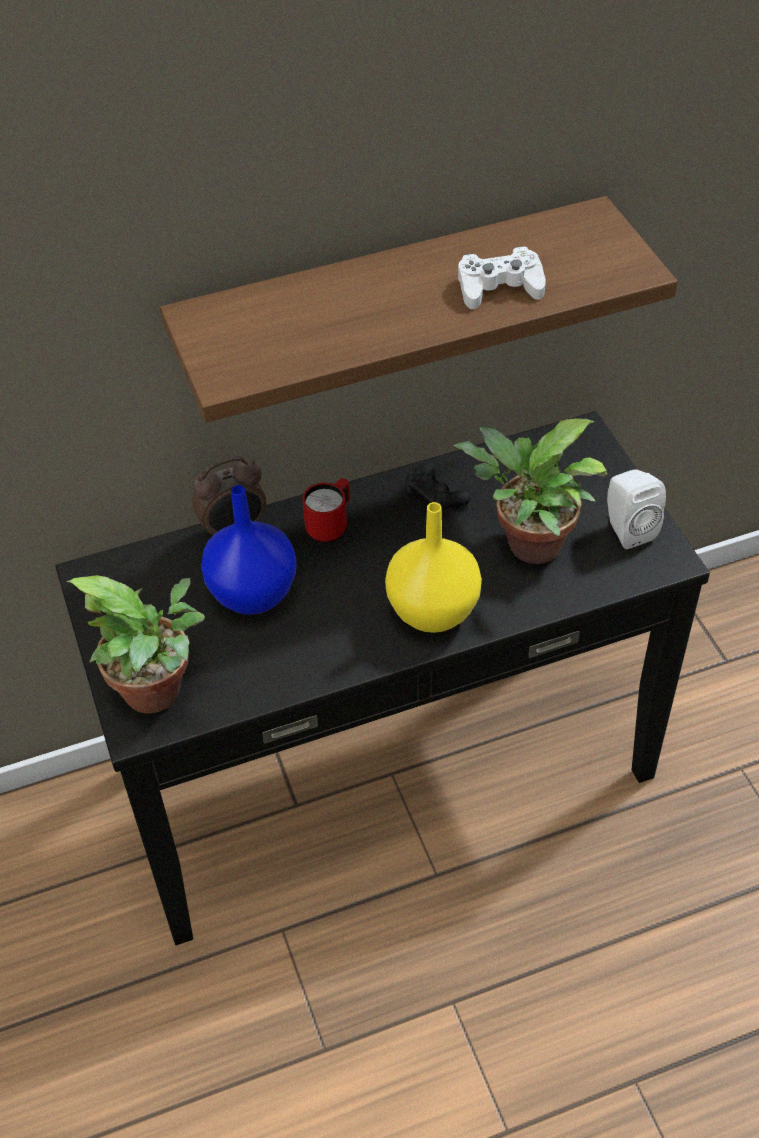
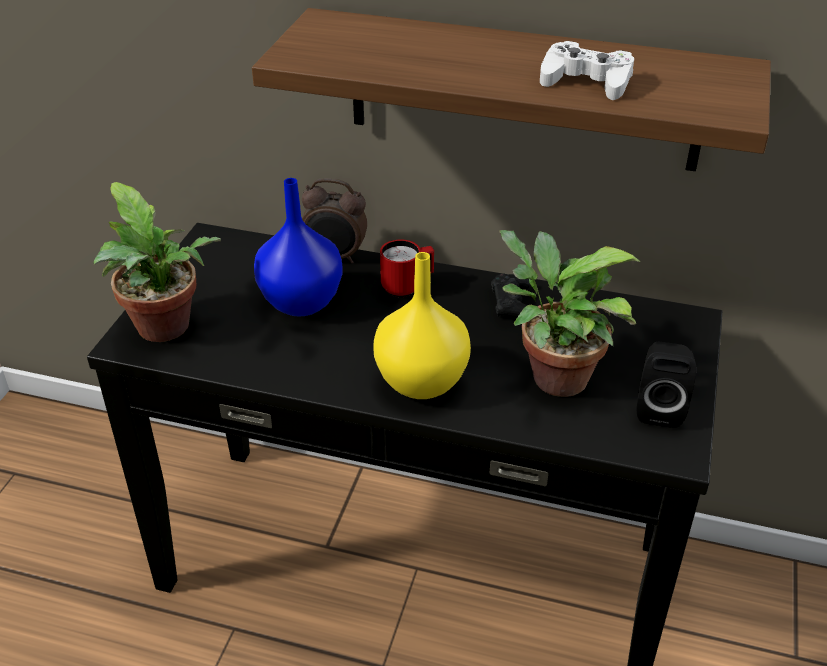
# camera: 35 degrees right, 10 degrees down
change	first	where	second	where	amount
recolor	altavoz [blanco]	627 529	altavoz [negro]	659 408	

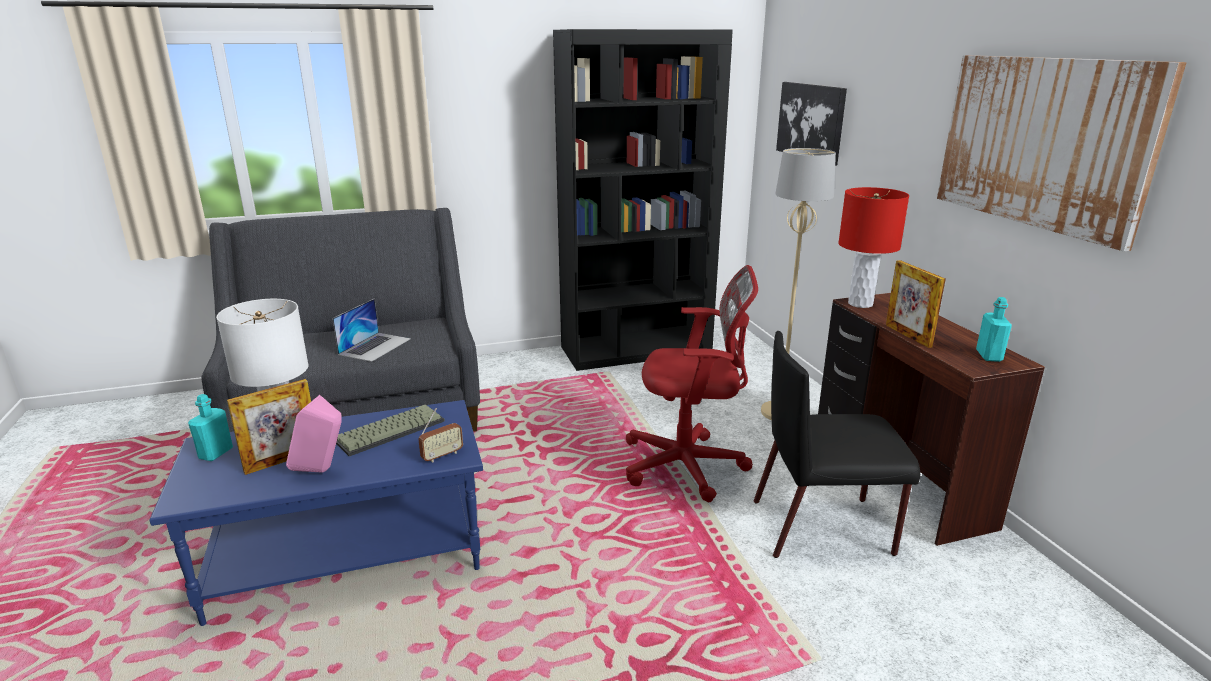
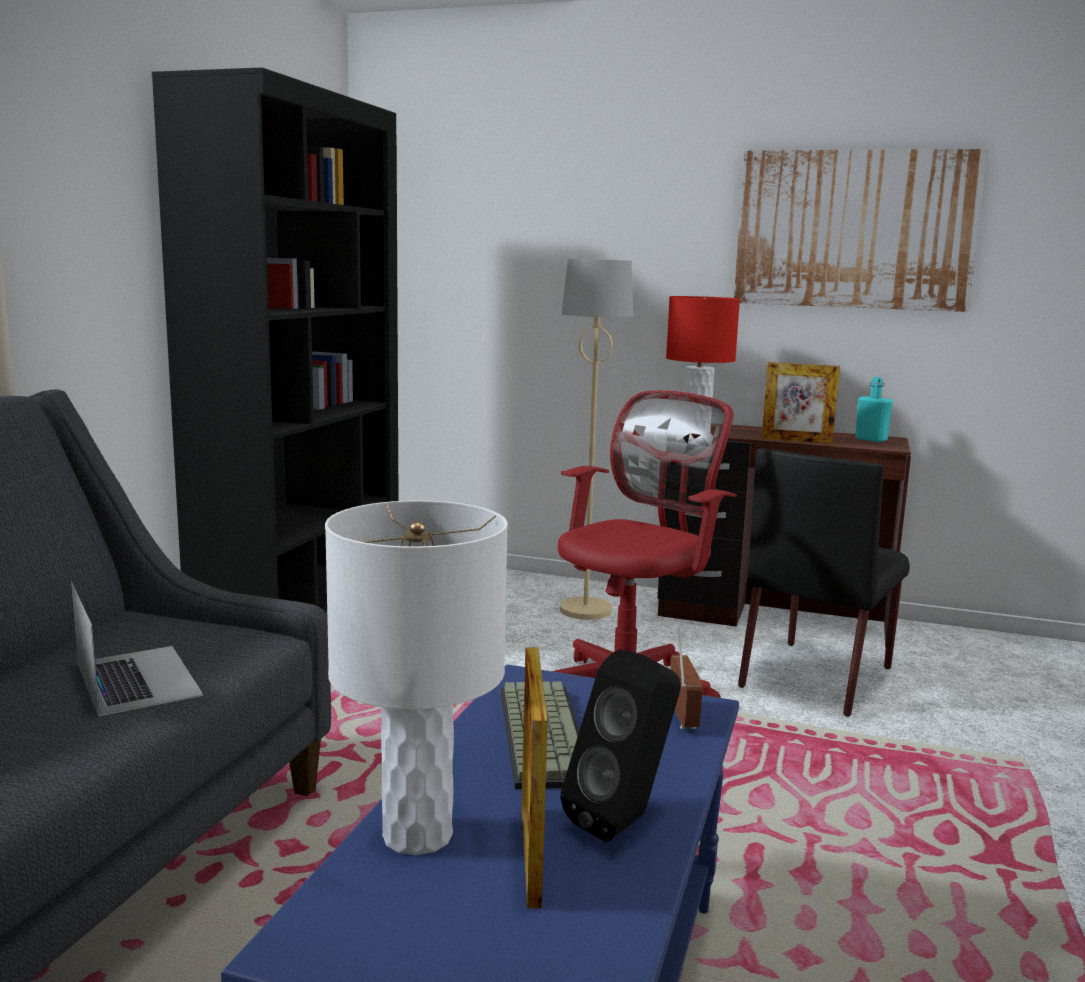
# camera: 55 degrees left, 10 degrees down
change	first	where	second	where	amount
delete	cuadro	811 121			
delete	botella [turquesa]	216 453			
recolor	altavoz [rosa]	322 471	altavoz [negro]	624 821	

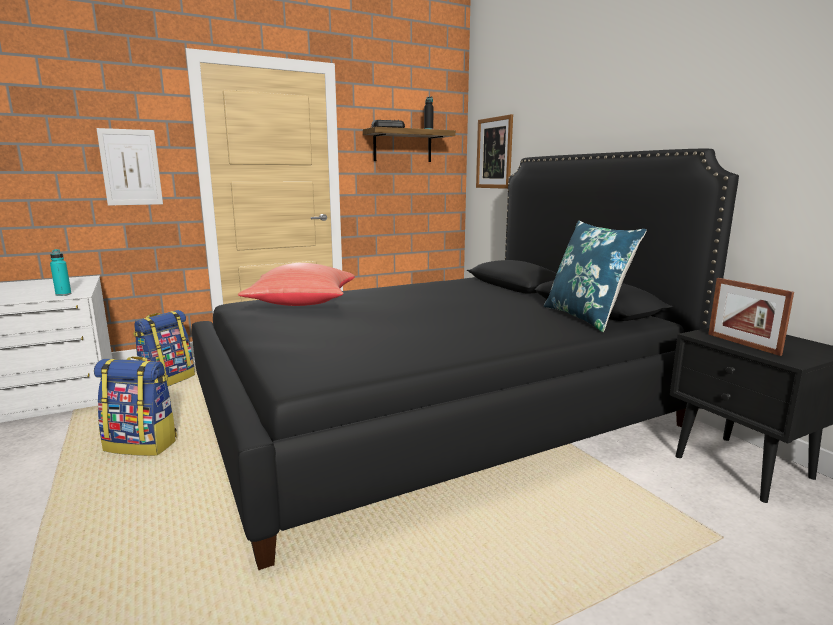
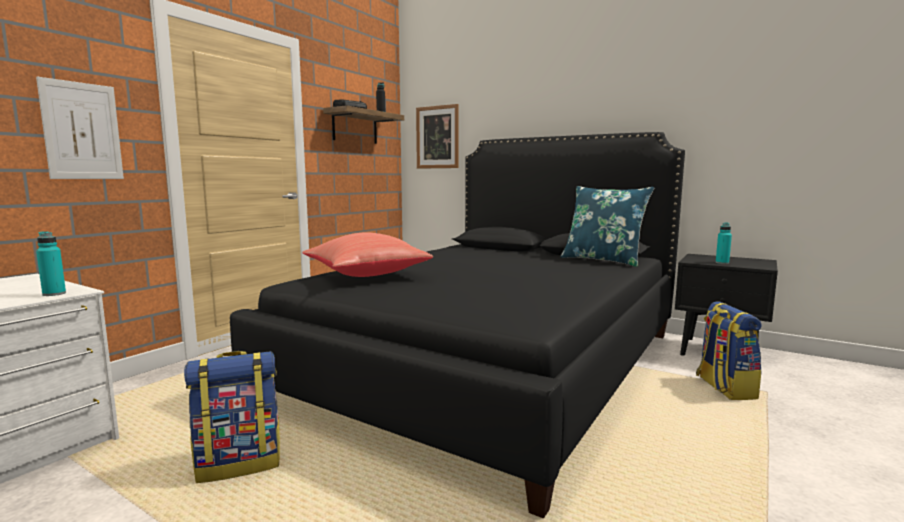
# camera: 30 degrees left, 5 degrees down
change	first	where	second	where	amount
replace	portarretratos	742 344	botella [turquesa]	722 263	
move	mochila	167 380		724 388	

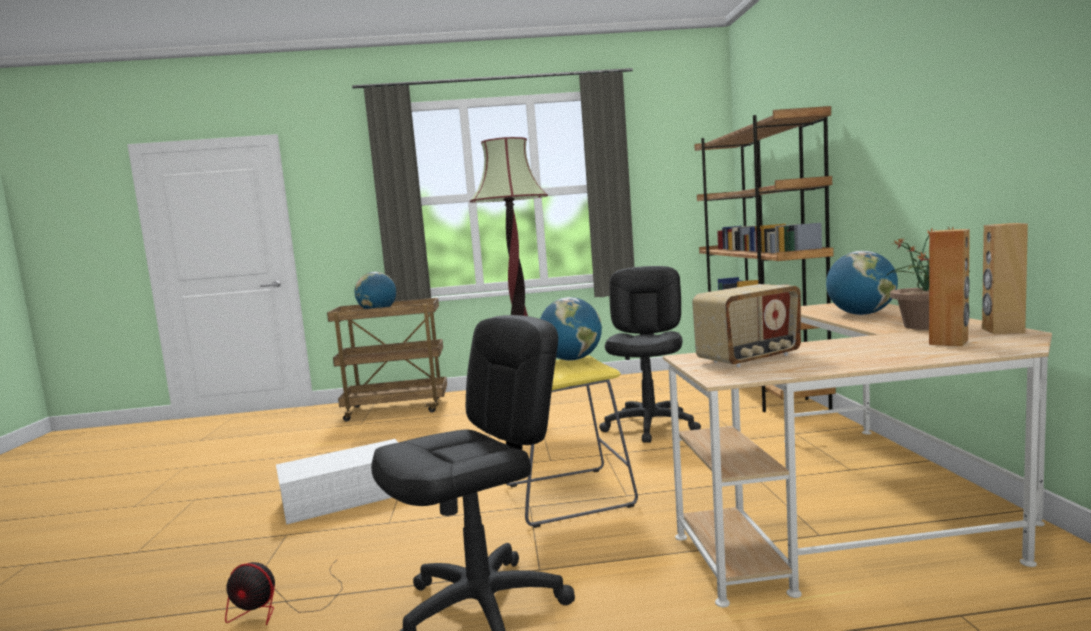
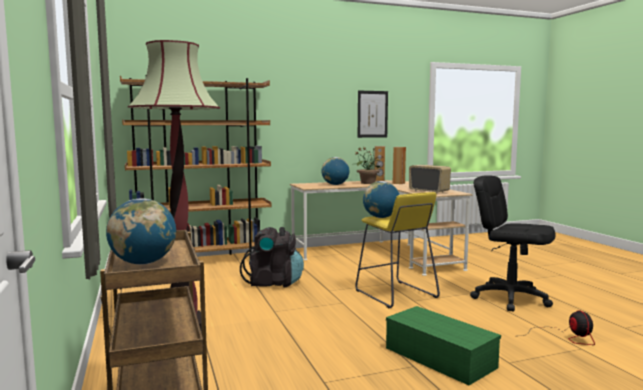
# camera: 105 degrees left, 0 degrees up
change	first	where	second	where	amount
replace	silla de oficina [negro]	650 426	mochila [negro]	273 283	
recolor	caja de almacenaje [blanco]	348 496	caja de almacenaje [verde]	437 357	
insert			cuadro	372 114	

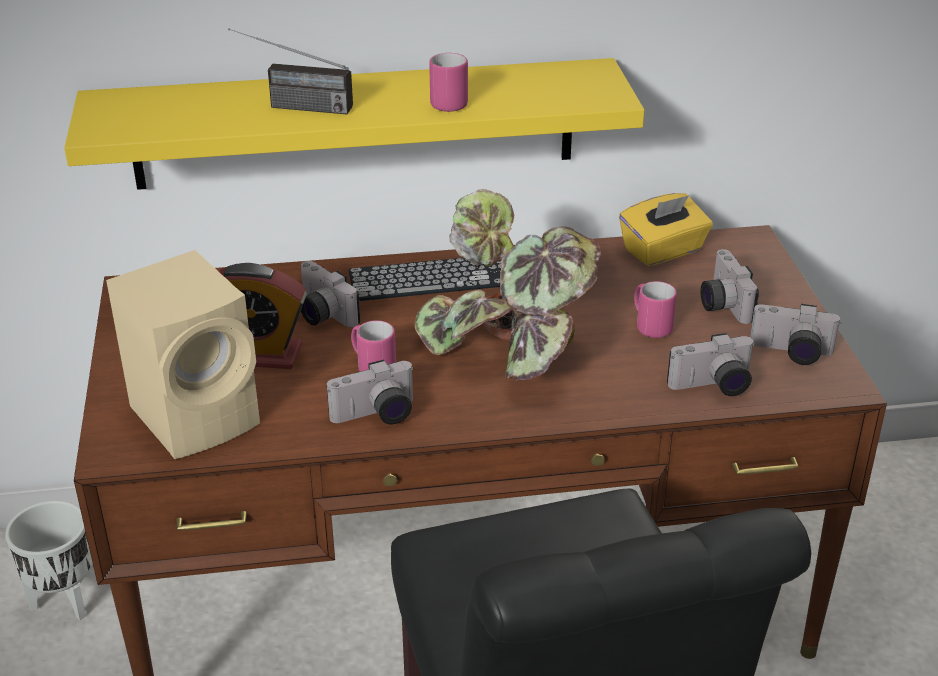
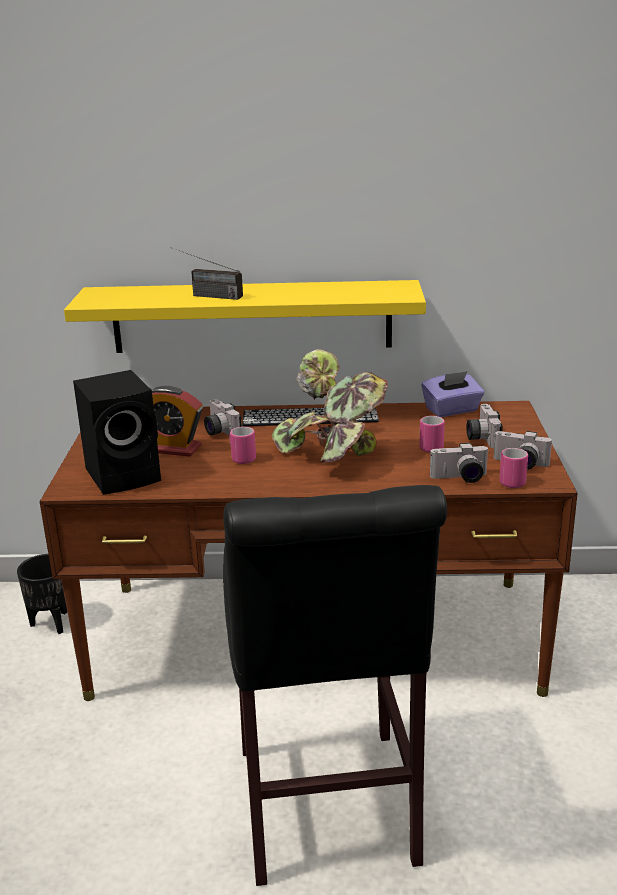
# camera: 10 degrees right, 10 degrees down
change	first	where	second	where	amount
move	taza grande [rosa]	446 102		510 481	
recolor	caja de pañuelos [amarillo]	663 251	caja de pañuelos [morado]	452 410	
recolor	altavoz [beis]	199 415	altavoz [negro]	126 475	
delete	cámara	376 416			
recolor	maceta [blanco]	65 602	maceta [negro]	52 623	

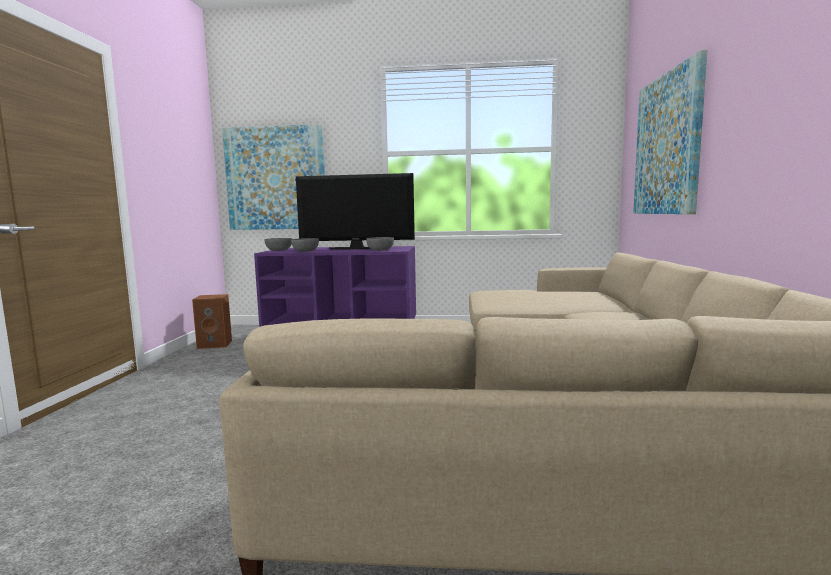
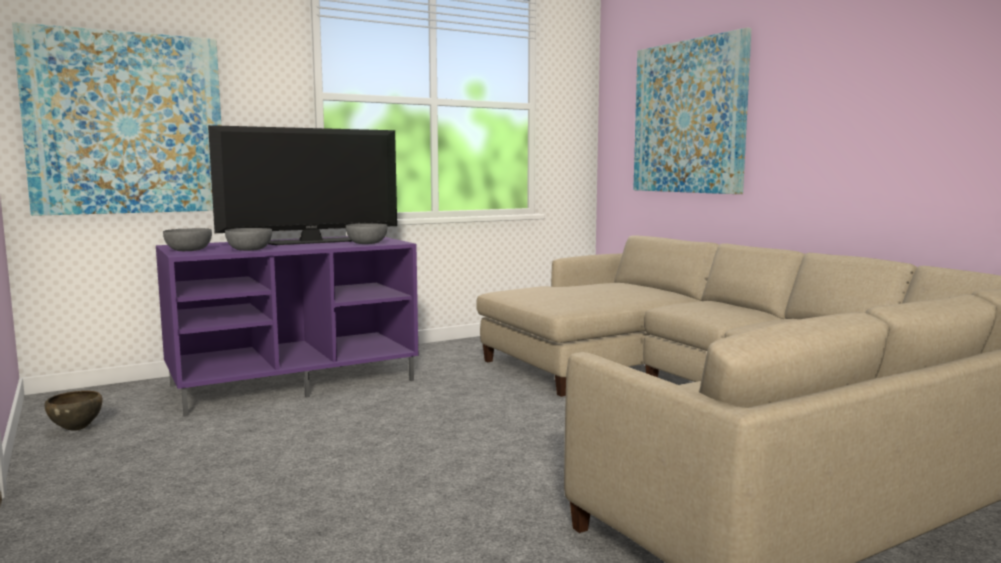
# camera: 35 degrees left, 0 degrees up
change	first	where	second	where	amount
replace	altavoz [marrón]	216 344	cuenco [marrón]	77 429	

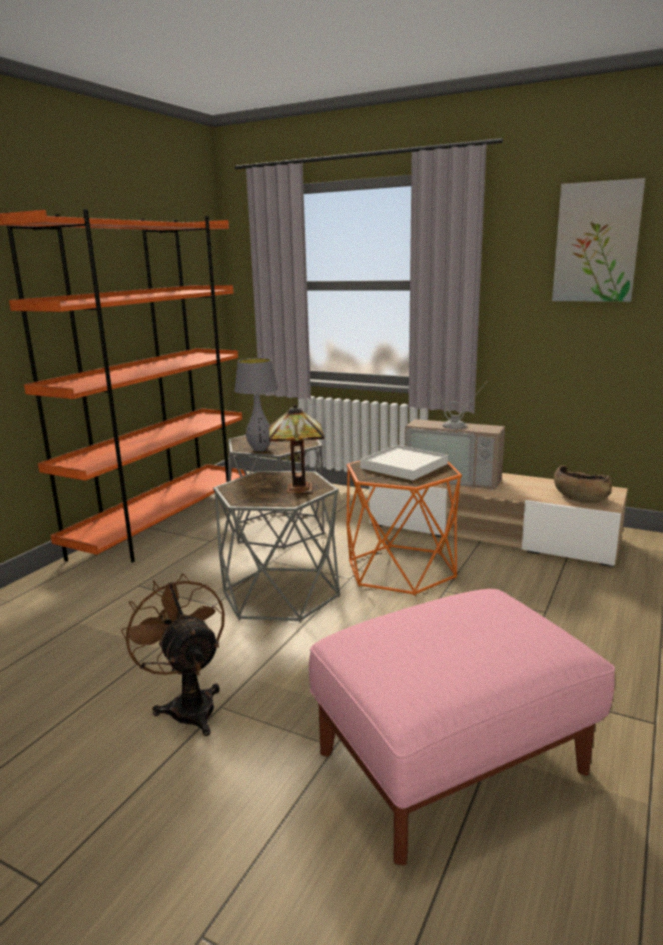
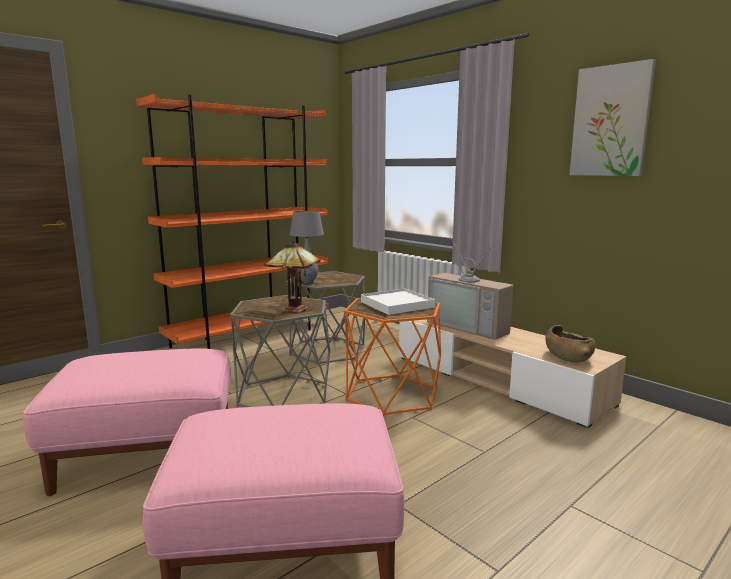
# camera: 20 degrees right, 5 degrees down
change	first	where	second	where	amount
replace	ventilador [marrón]	188 705	puf [rosa]	147 455	

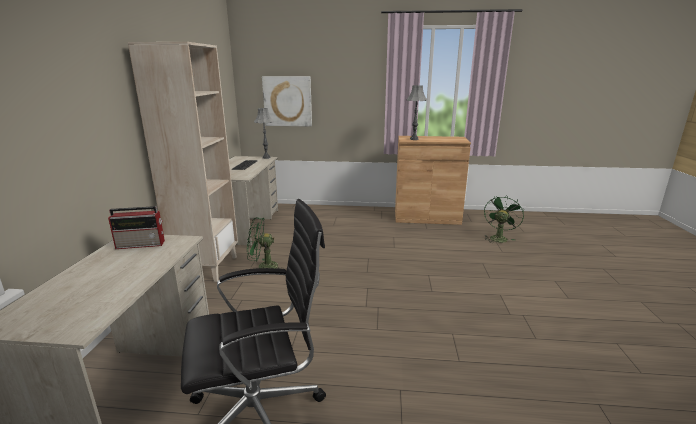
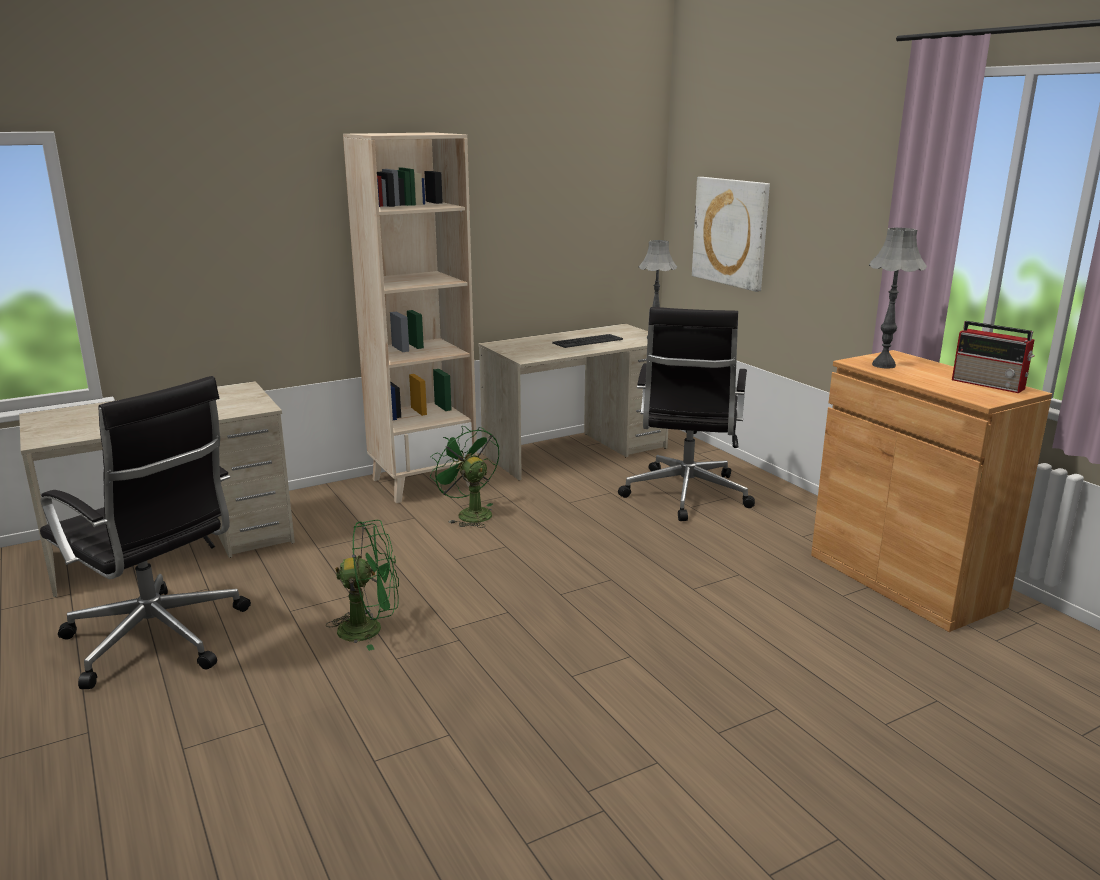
# camera: 55 degrees right, 0 degrees up
change	first	where	second	where	amount
move	ventilador [verde]	498 237		370 629	
move	radio	142 244		990 384	
insert			silla de oficina [negro]	685 496	

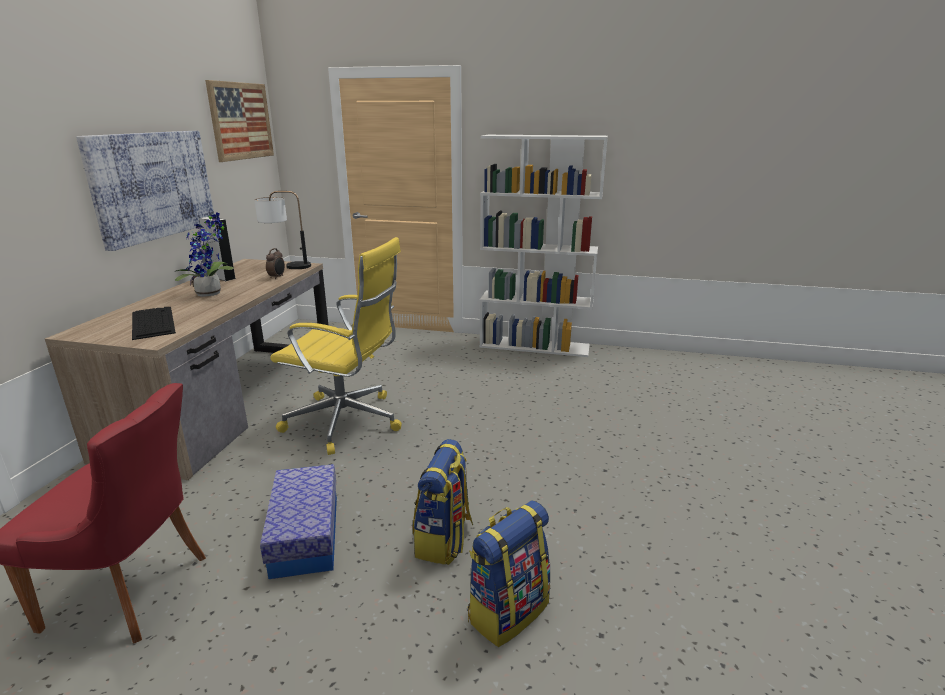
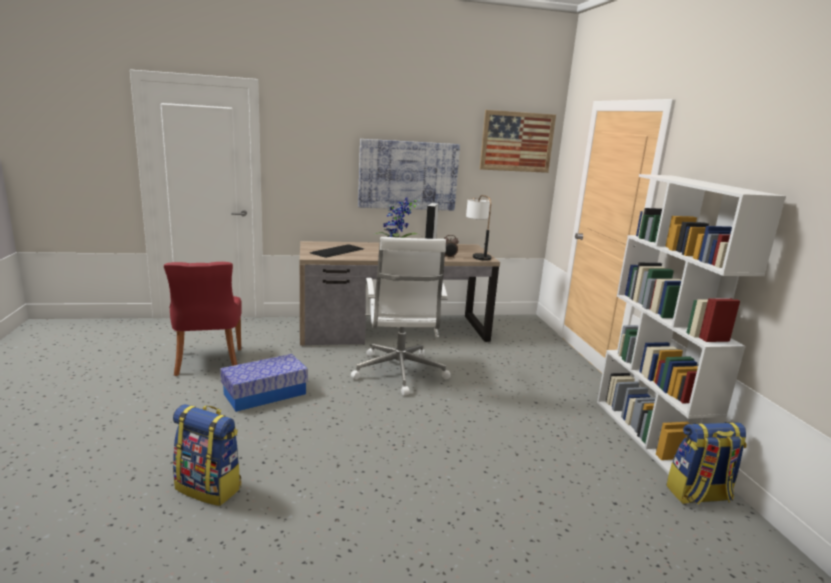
# camera: 65 degrees right, 5 degrees down
change	first	where	second	where	amount
recolor	silla de oficina [amarillo]	347 422	silla de oficina [blanco]	399 373	
move	mochila	444 540		698 495	

